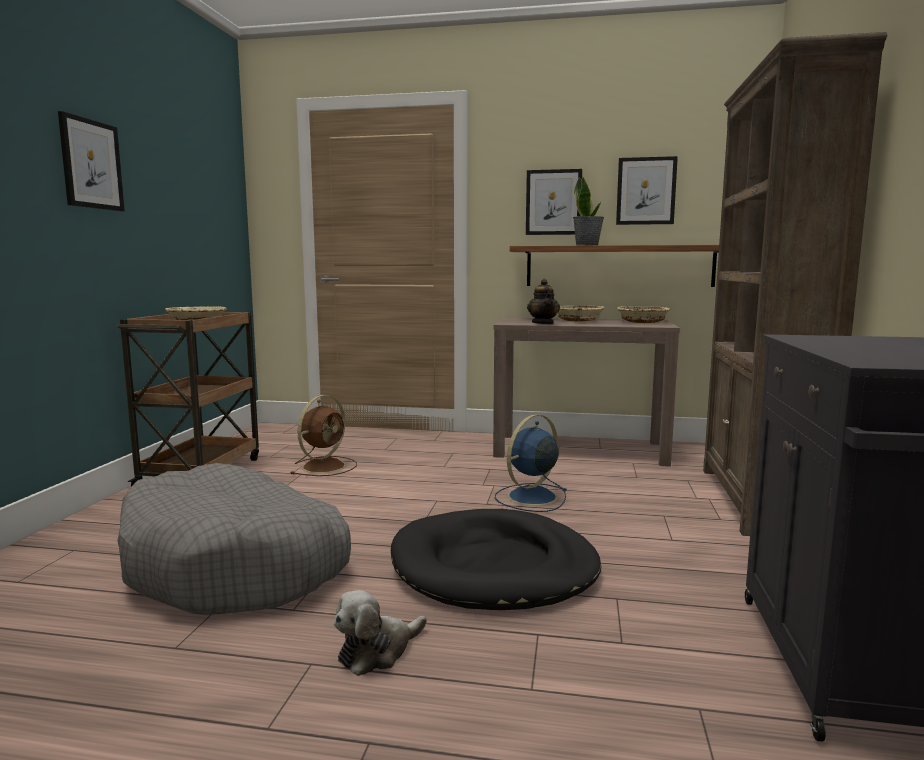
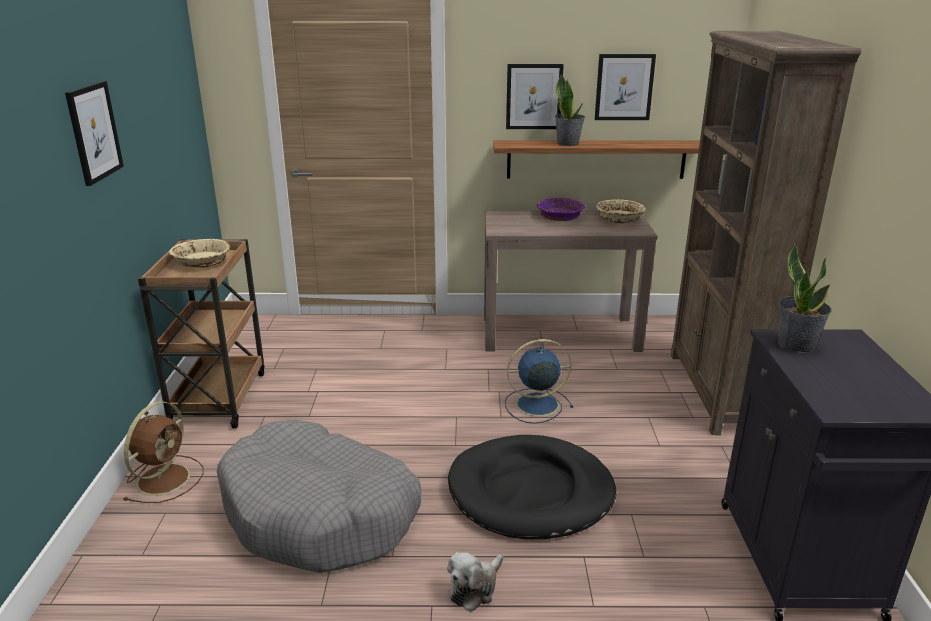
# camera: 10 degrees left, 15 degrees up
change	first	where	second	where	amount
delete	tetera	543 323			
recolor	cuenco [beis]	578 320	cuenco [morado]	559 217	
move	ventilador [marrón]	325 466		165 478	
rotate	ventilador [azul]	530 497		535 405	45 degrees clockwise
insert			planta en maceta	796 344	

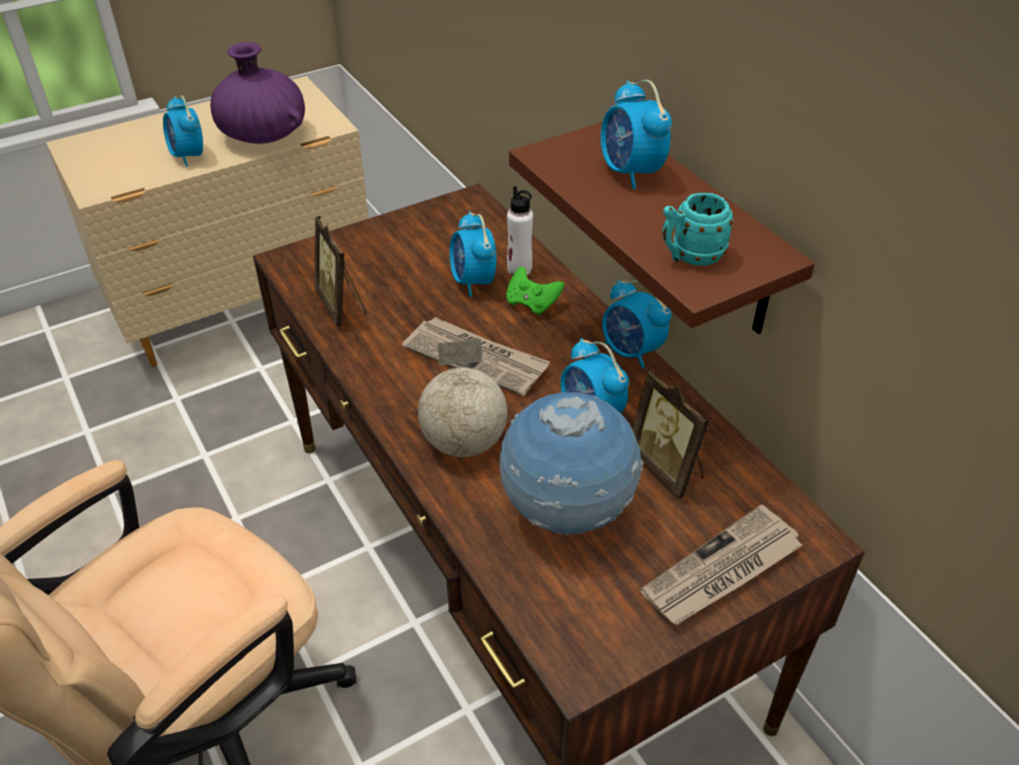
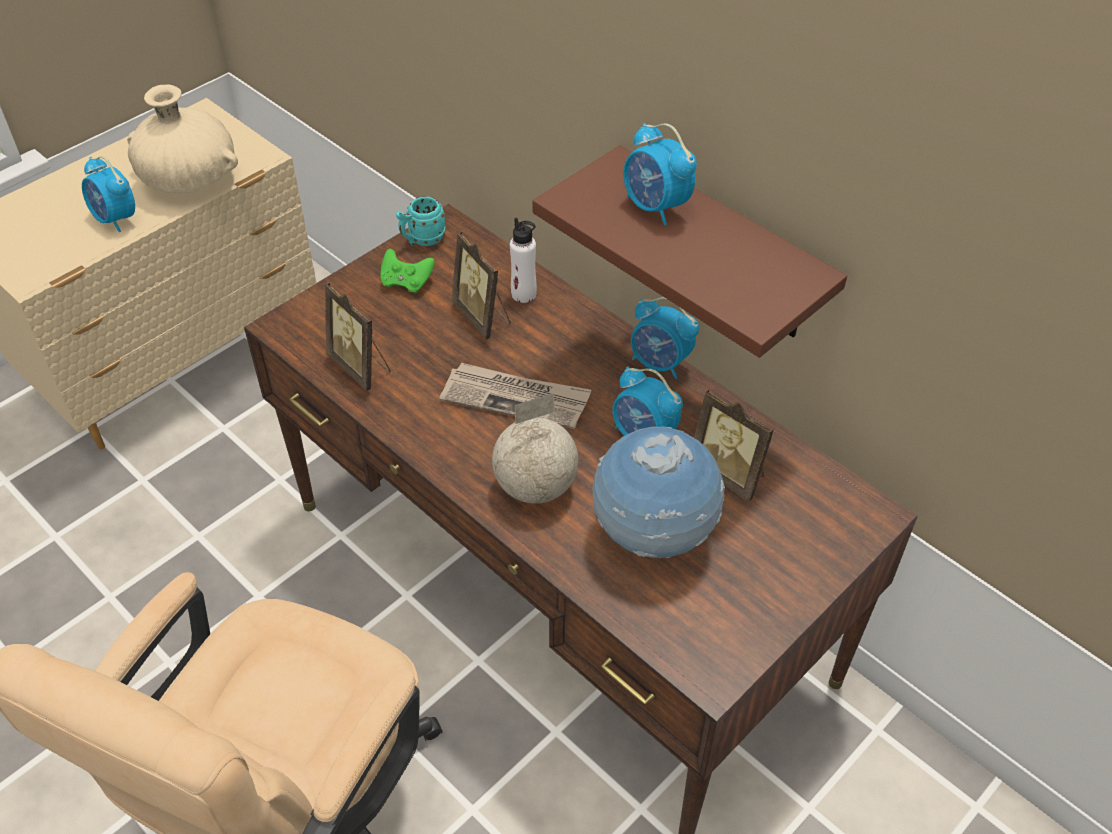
# camera: 15 degrees left, 5 degrees up
change	first	where	second	where	amount
recolor	florero [morado]	263 136	florero [beis]	189 181	
move	taza grande [turquesa]	690 257		422 240	
replace	despertador	473 282	portarretratos	483 316	
move	mando de consola [verde]	532 303		406 282	
delete	periódico	722 571			

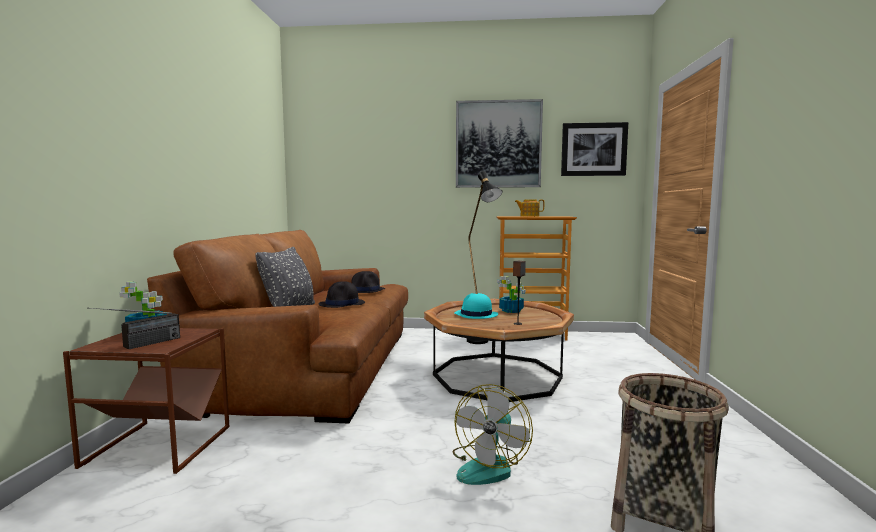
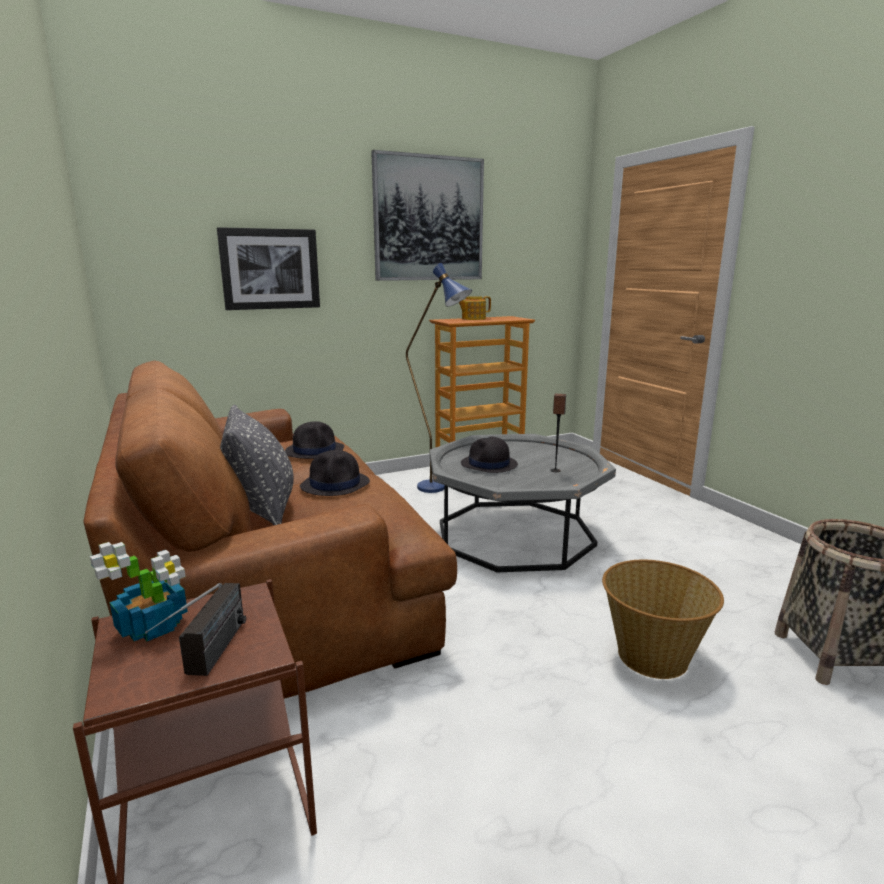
# camera: 30 degrees left, 10 degrees up
change	first	where	second	where	amount
move	cuadro	593 149		270 269	
recolor	lámpara de pie [negro]	481 343	lámpara de pie [azul]	440 490	
delete	planta en maceta	511 311			
recolor	sombrero [turquesa]	475 315	sombrero [negro]	489 465	
recolor	mesa de centro [marrón]	497 376	mesa de centro [gris]	515 534	
replace	ventilador	489 466	cesta	652 655	

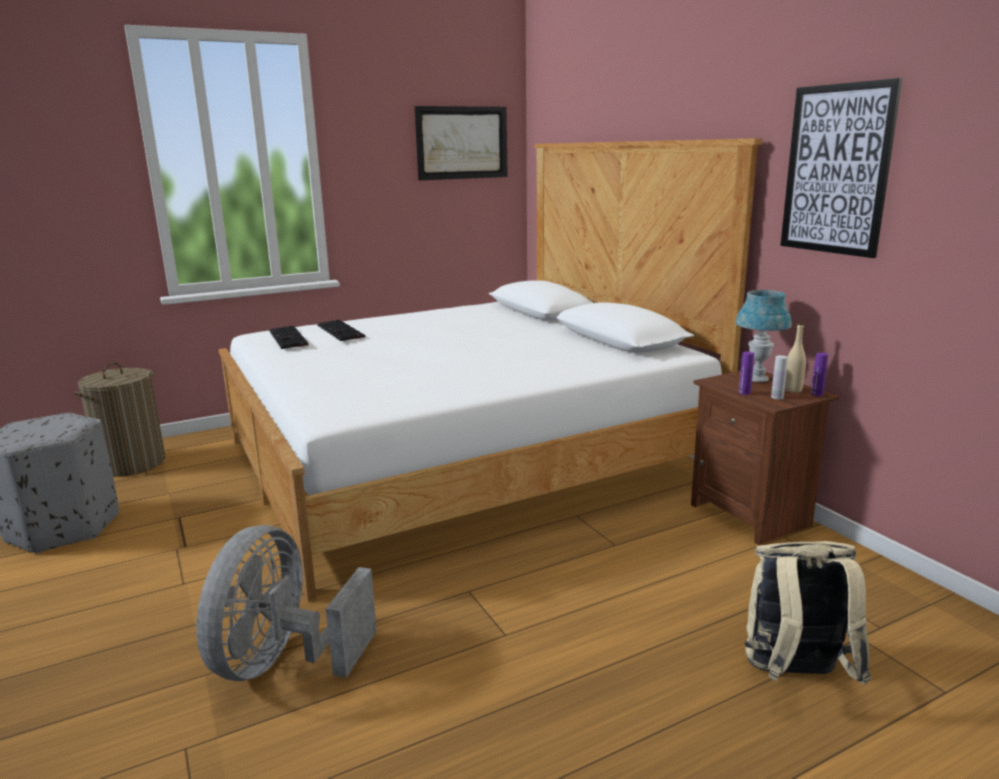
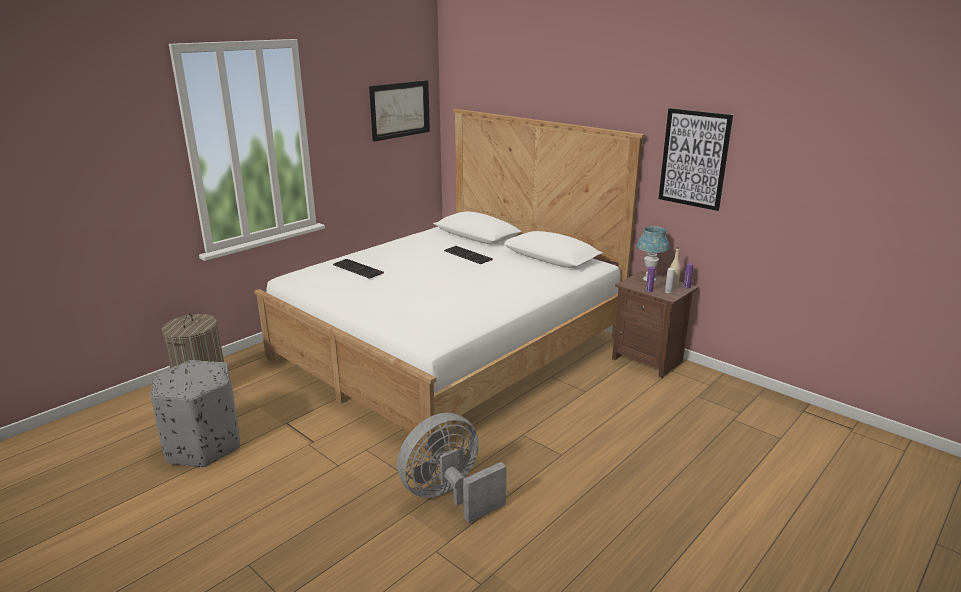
# camera: 20 degrees left, 5 degrees up
change	first	where	second	where	amount
move	teclado	289 338		469 255	
rotate	ventilador [gris]	283 662		449 496	60 degrees clockwise
delete	mochila [beis]	794 676			

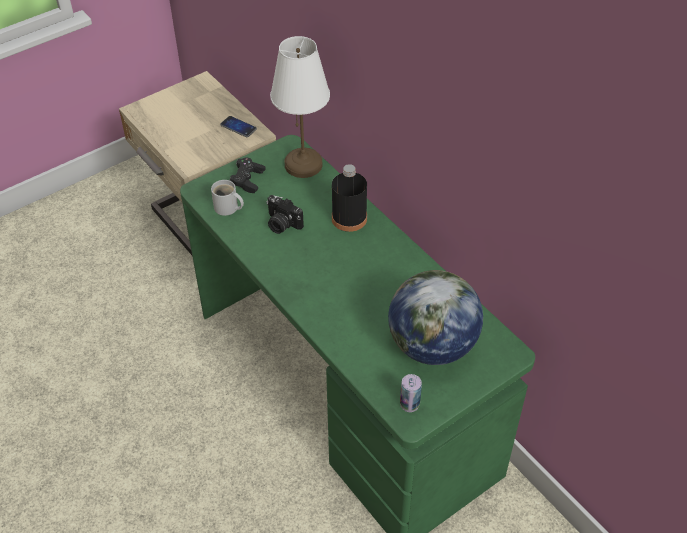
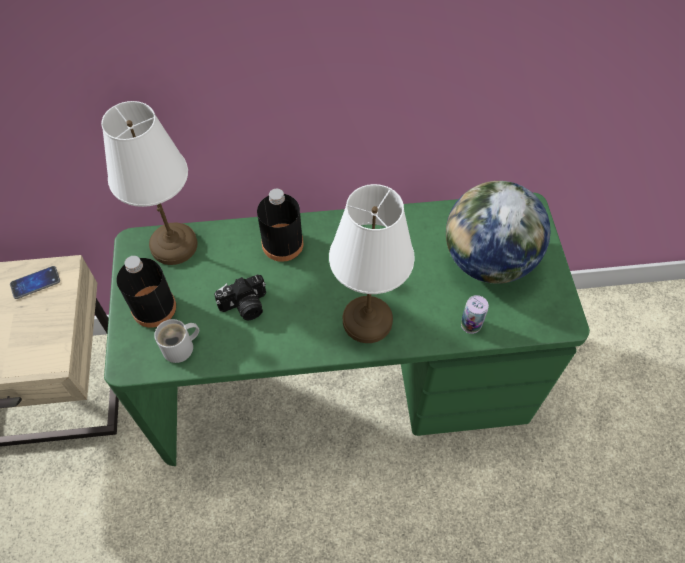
# camera: 60 degrees left, 10 degrees up
change	first	where	second	where	amount
replace	mando de consola [negro]	247 180	botella [negro]	154 308	
move	lata	409 404		470 324	
insert			lámpara de mesa [blanco]	368 321	

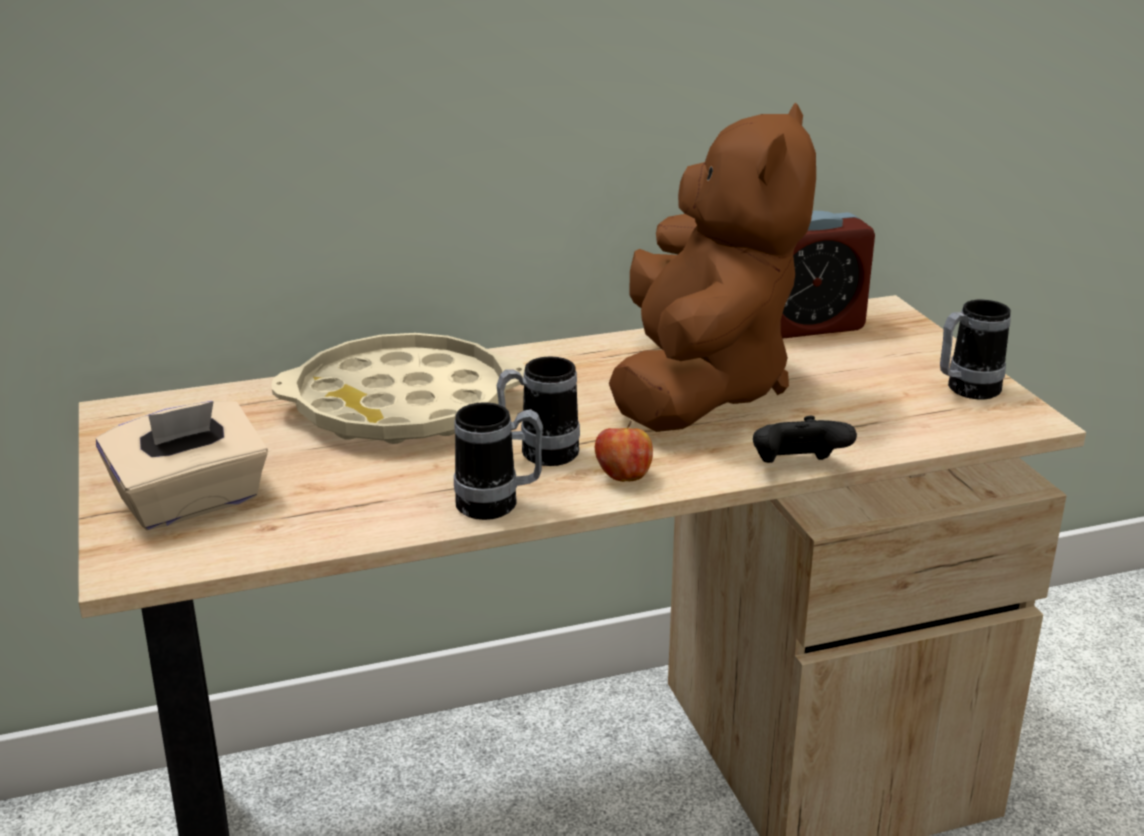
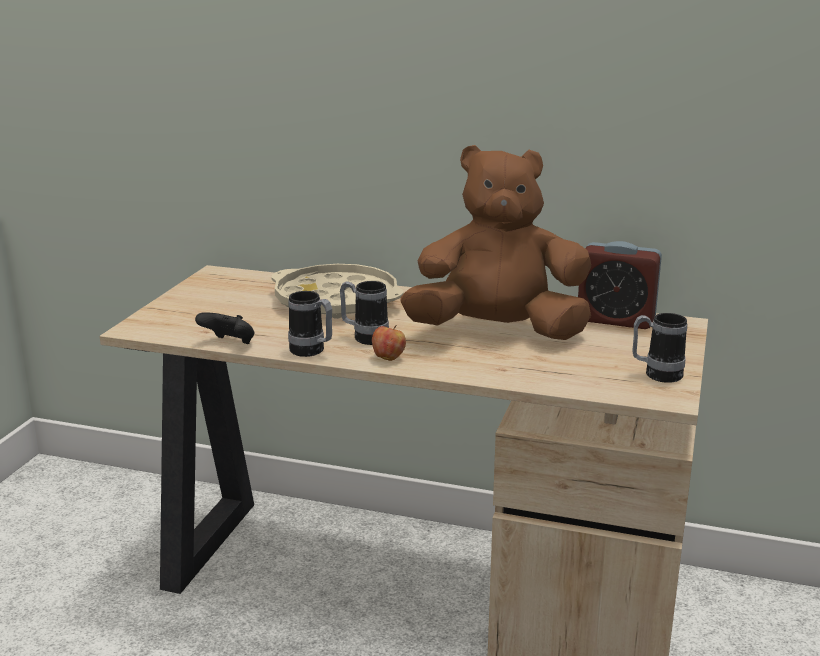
# camera: 35 degrees right, 5 degrees down
change	first	where	second	where	amount
rotate	peluche [marrón]	699 388		498 332	135 degrees counterclockwise
delete	caja de pañuelos [beis]	191 502			
move	mando de consola [negro]	797 468		229 344	

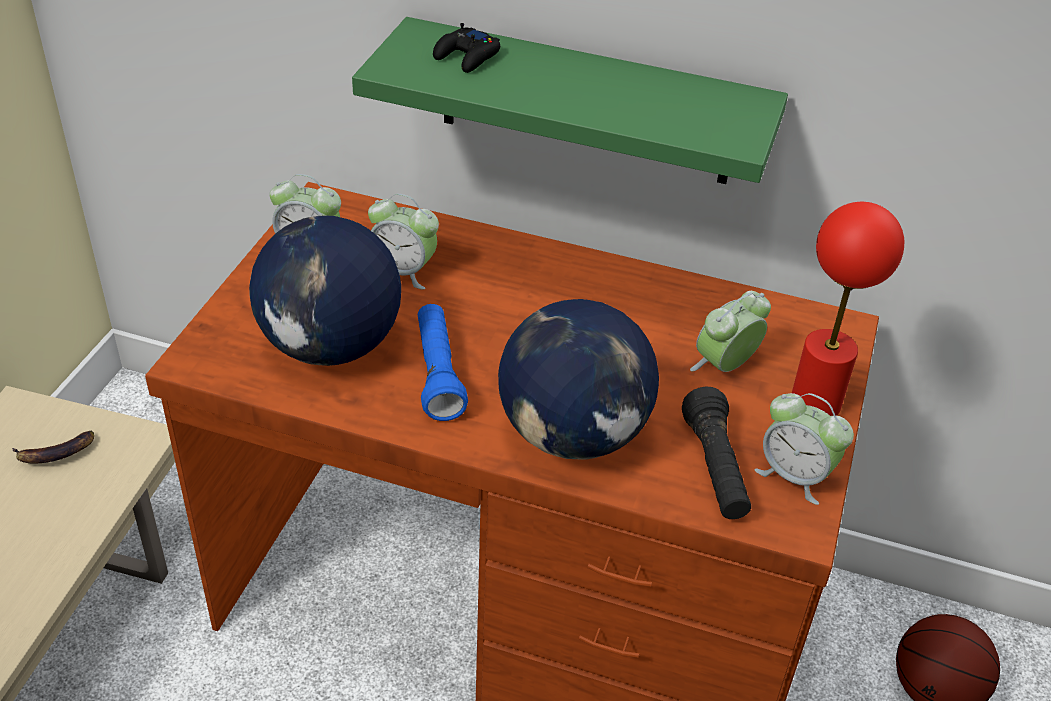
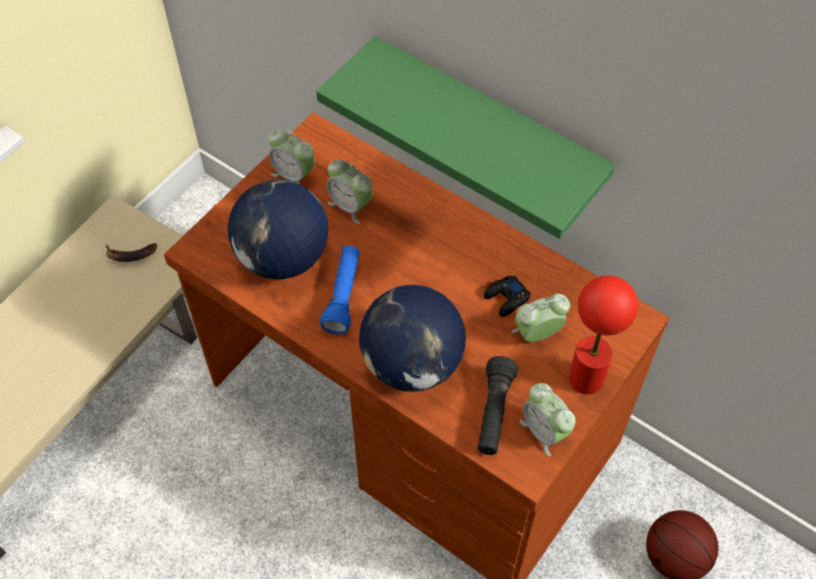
# camera: 20 degrees right, 15 degrees up
change	first	where	second	where	amount
move	mando de consola [negro]	467 57		506 299	

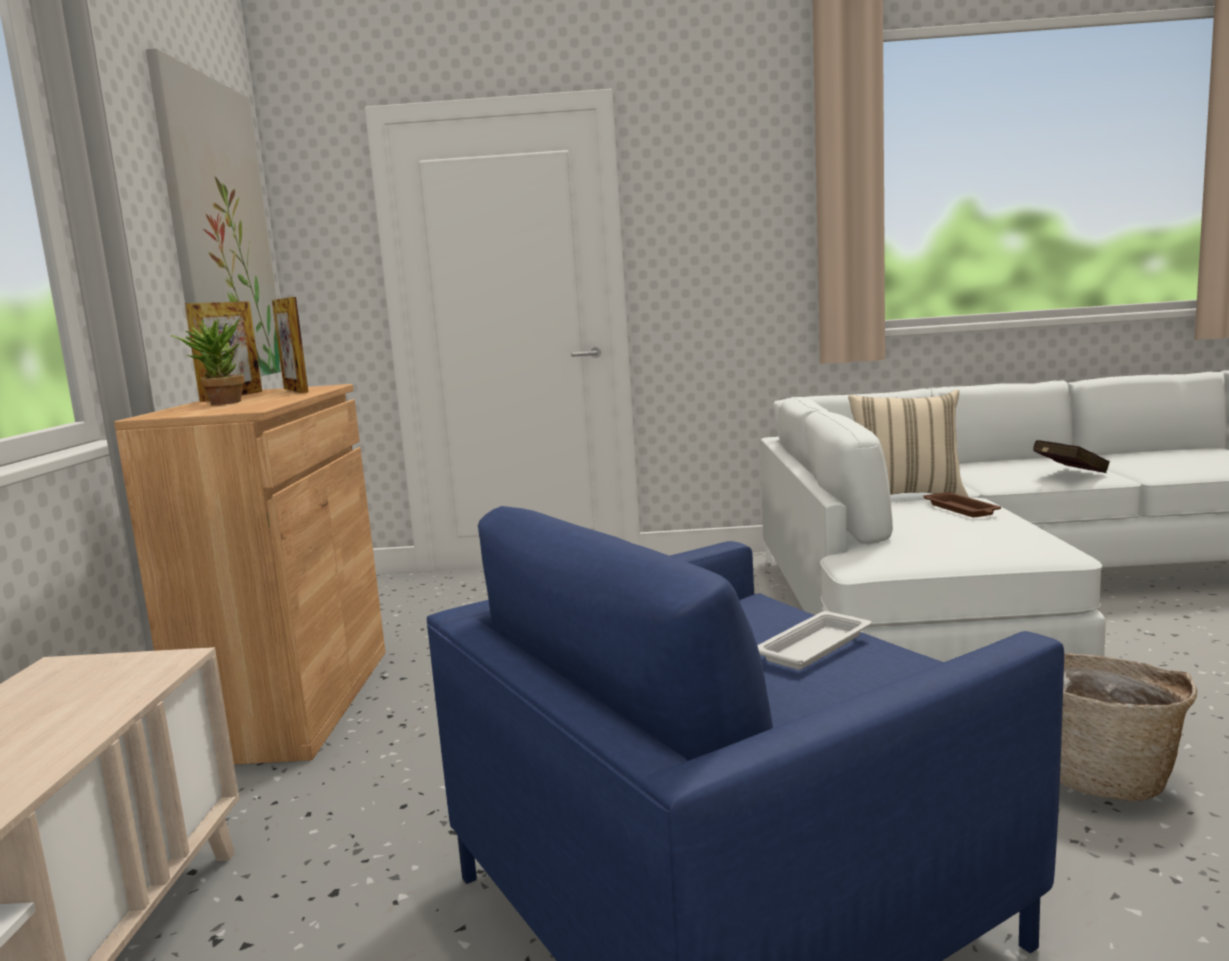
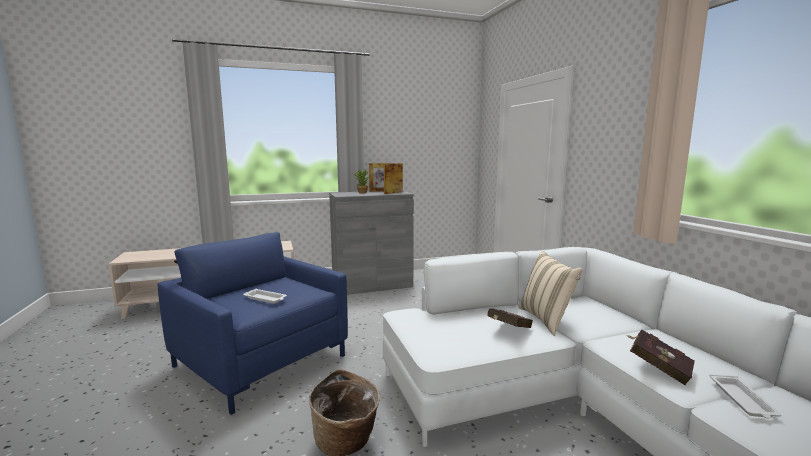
# camera: 70 degrees right, 0 degrees up
change	first	where	second	where	amount
delete	cuadro	220 232			
recolor	armario [marrón]	293 702	armario [gris]	372 285	
replace	bandeja [marrón]	962 509	libro [rojo]	508 330	
insert			bandeja [blanco]	742 400	

